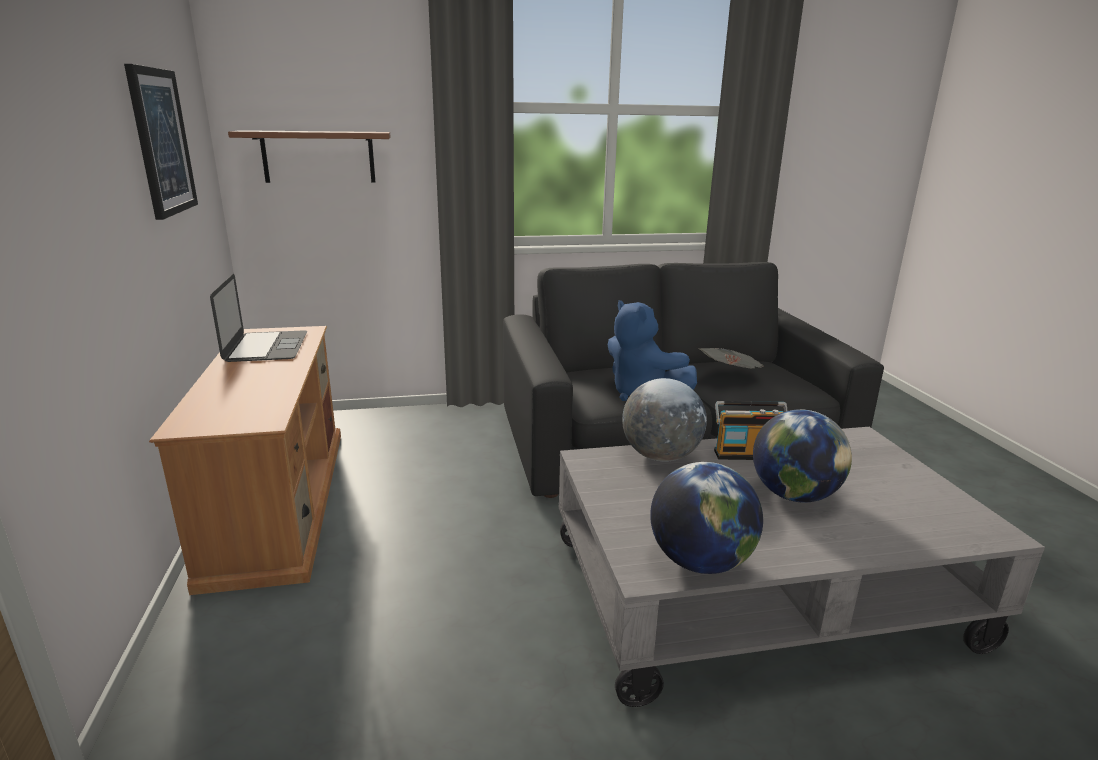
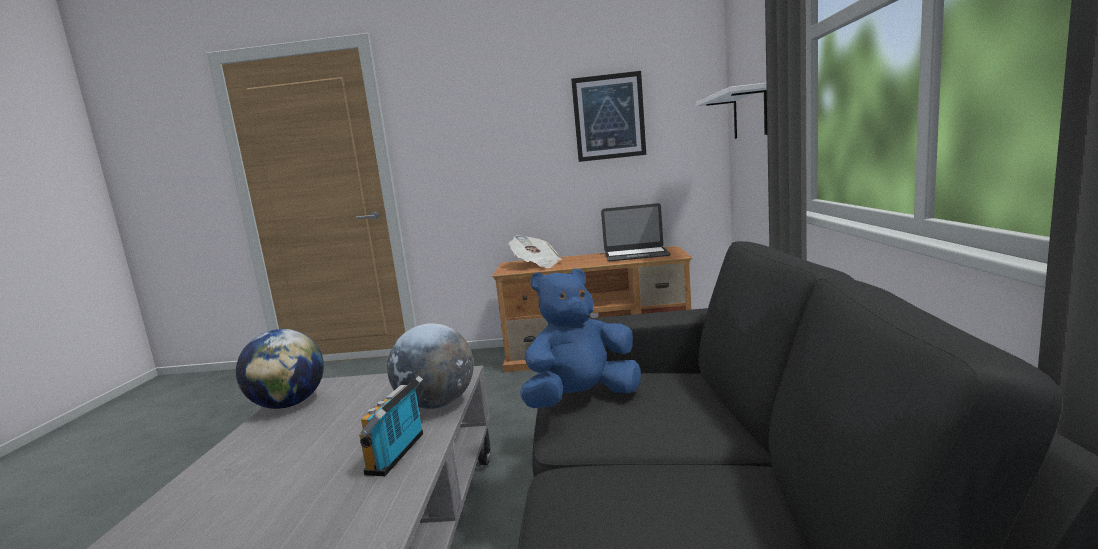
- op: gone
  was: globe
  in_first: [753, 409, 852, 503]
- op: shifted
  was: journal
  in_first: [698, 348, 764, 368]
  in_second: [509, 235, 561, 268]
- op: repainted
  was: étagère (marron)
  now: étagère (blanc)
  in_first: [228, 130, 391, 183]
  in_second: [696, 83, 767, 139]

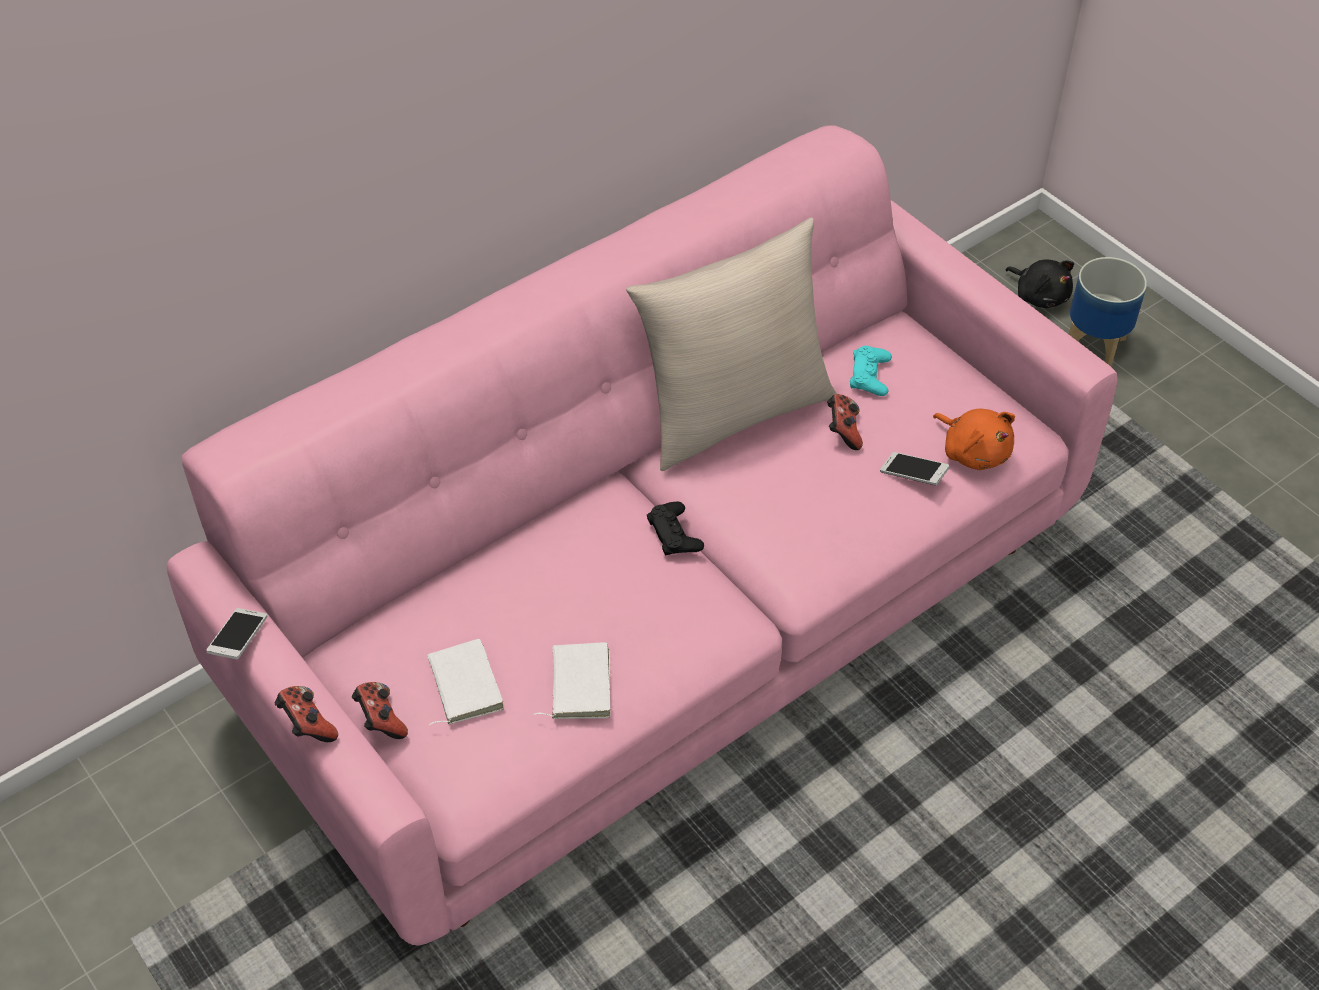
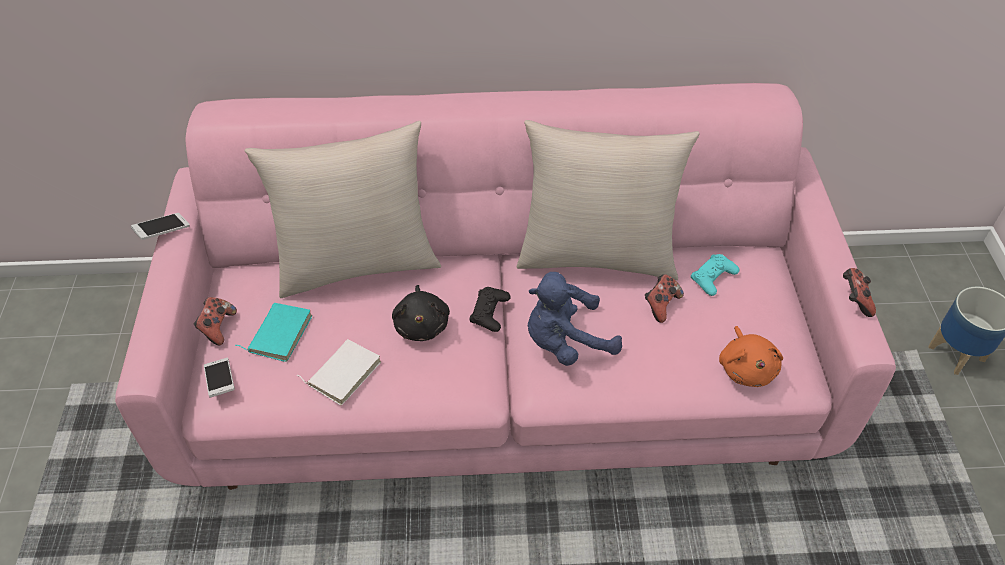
- op: new
  now: coussin (beige)
  in_second: [245, 121, 441, 298]
- op: new
  now: peluche (bleu)
  in_second: [527, 272, 622, 366]
- op: shifted
  was: manette
  in_first: [275, 686, 338, 742]
  in_second: [843, 268, 876, 317]
- op: shifted
  was: téléphone
  in_first: [880, 452, 950, 485]
  in_second: [204, 358, 235, 398]
- op: shifted
  was: peluche (noir)
  in_first: [1006, 259, 1074, 308]
  in_second: [392, 285, 450, 341]
- op: repainted
  was: livre (blanc)
  now: livre (turquoise)
  in_first: [427, 639, 504, 725]
  in_second: [235, 303, 312, 362]

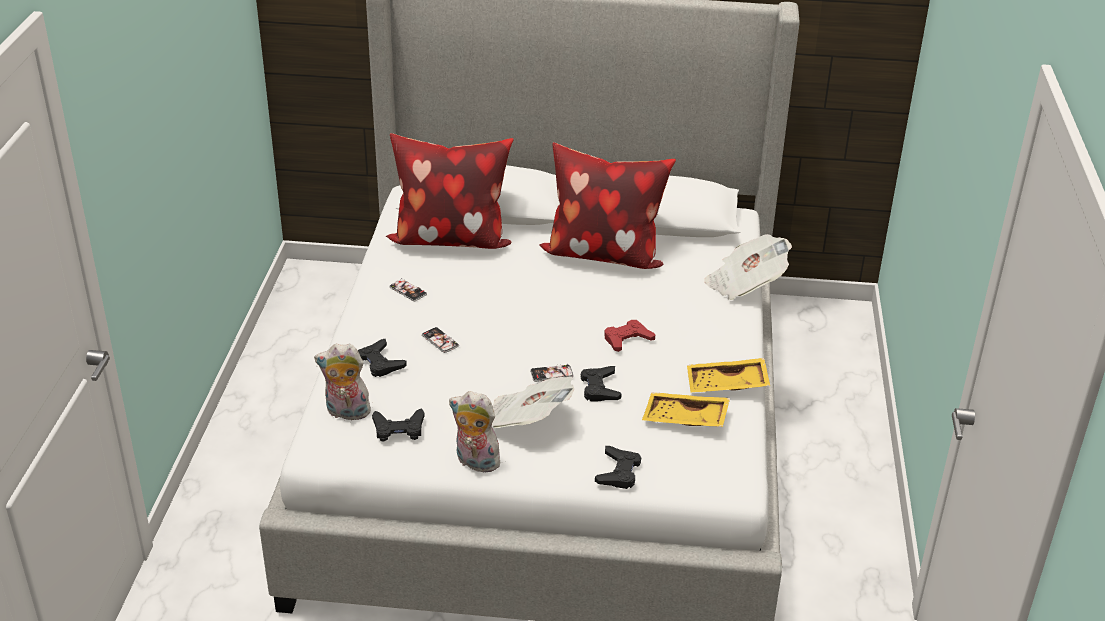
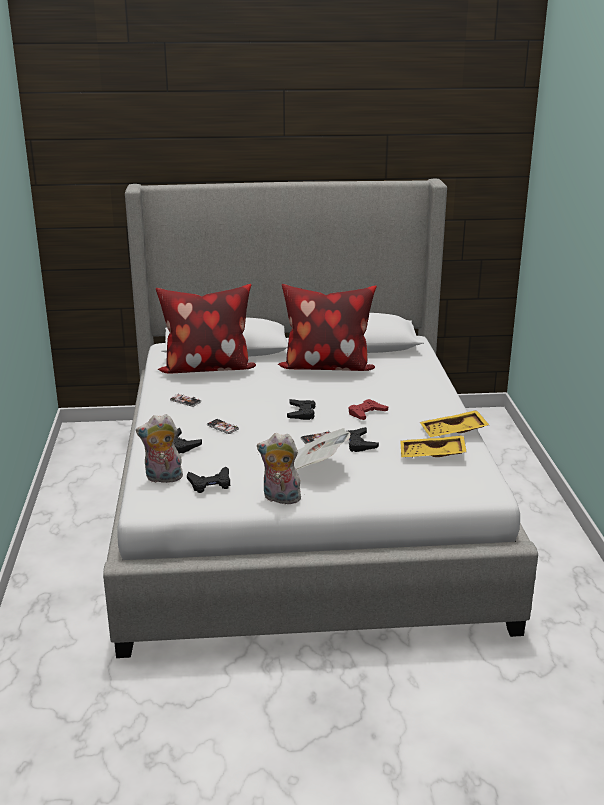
- op: gone
  was: journal
  in_first: [704, 234, 792, 300]
- op: shifted
  was: manette (noir)
  in_first: [595, 446, 641, 489]
  in_second: [287, 399, 316, 420]

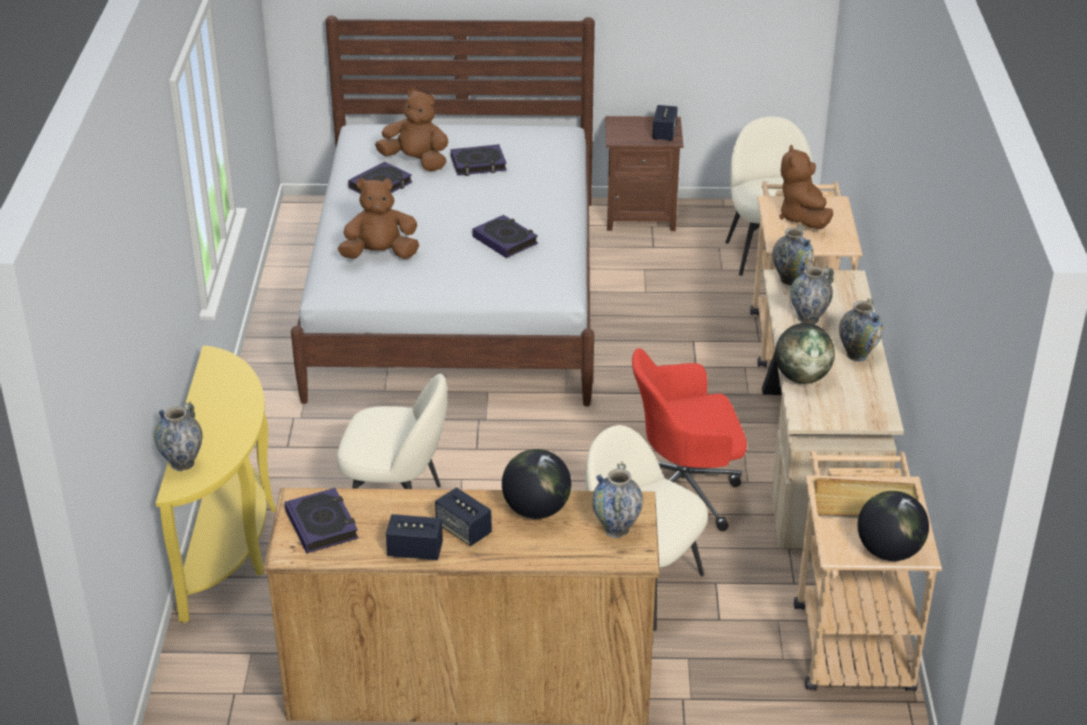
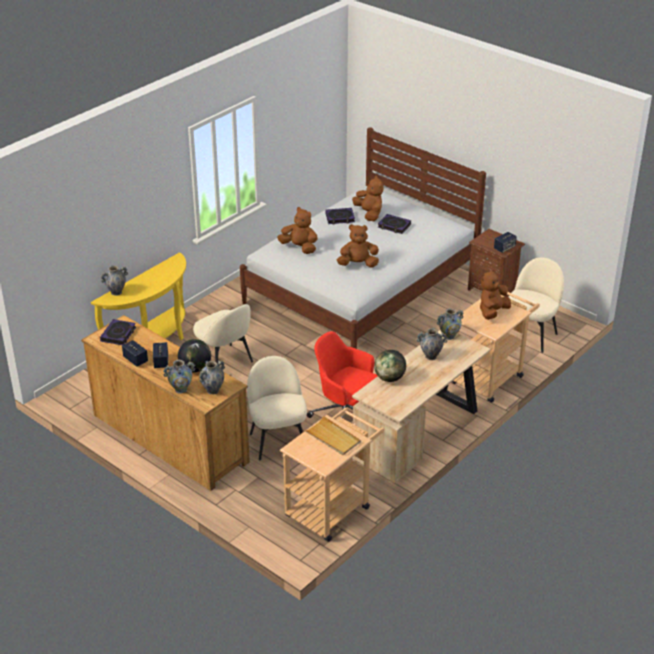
- op: gone
  was: globe
  in_first: [858, 491, 929, 561]
- op: shifted
  was: vase
  in_first: [839, 298, 883, 362]
  in_second: [163, 360, 195, 394]
- op: swapped
  was: livre
  now: peluche (marron)
  in_first: [472, 215, 538, 258]
  in_second: [337, 224, 379, 268]

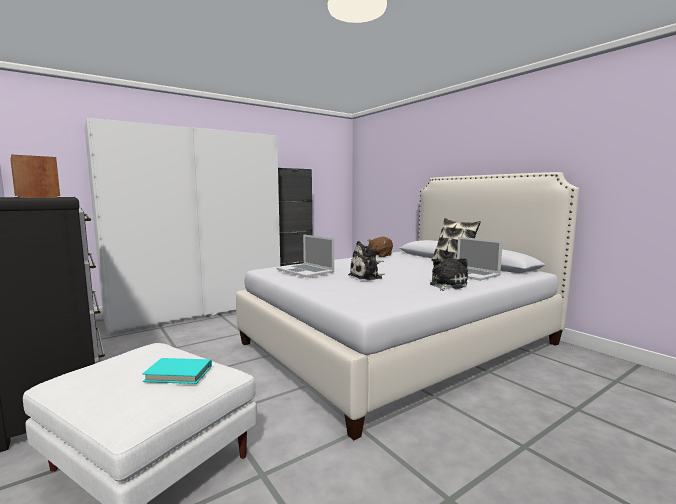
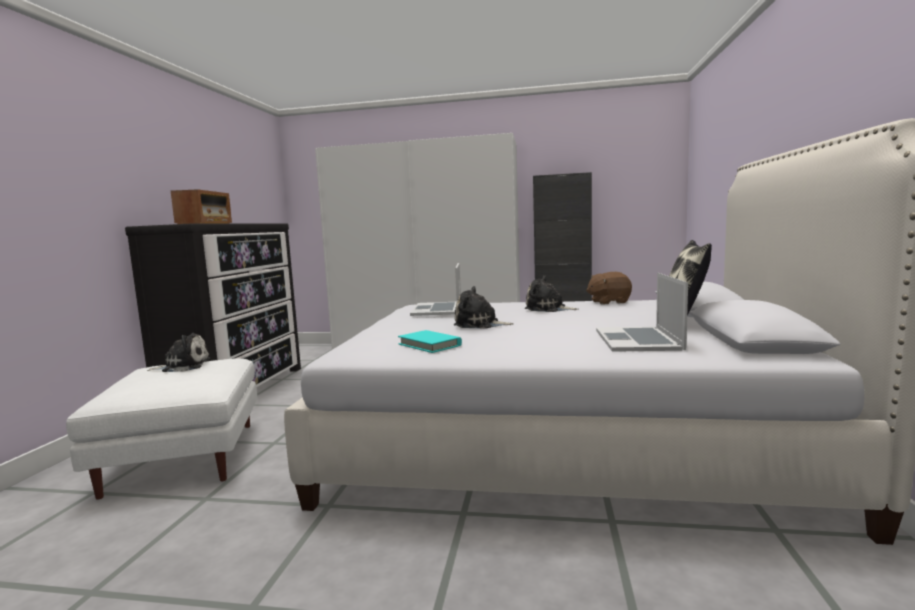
- op: shifted
  was: livre (turquoise)
  in_first: [142, 358, 212, 384]
  in_second: [398, 330, 462, 353]
- op: shifted
  was: peluche
  in_first: [430, 258, 468, 291]
  in_second: [147, 333, 210, 372]

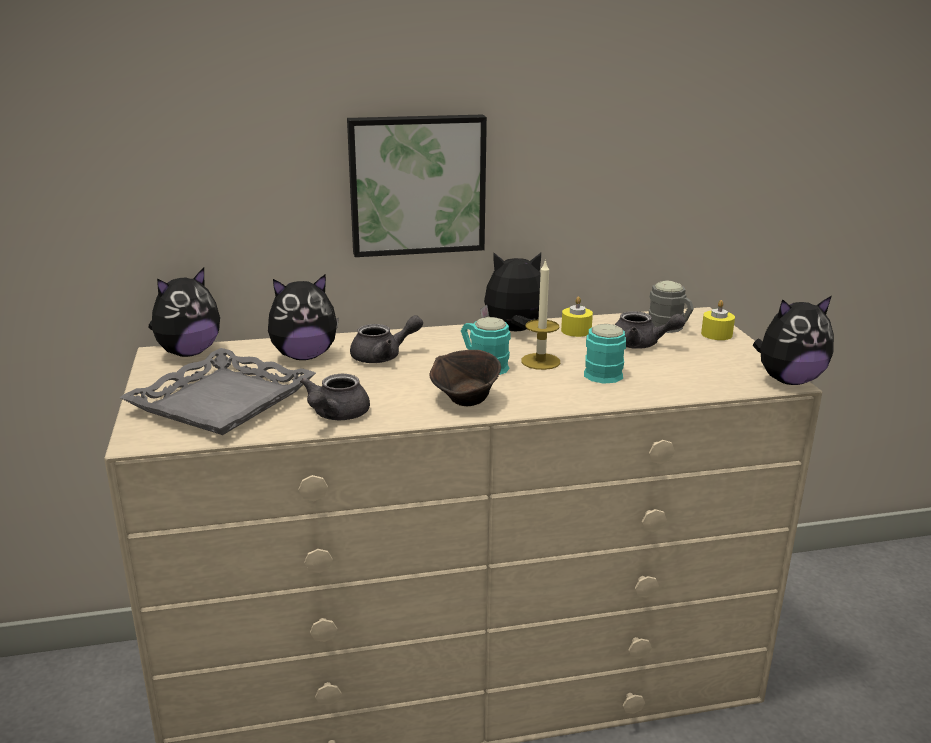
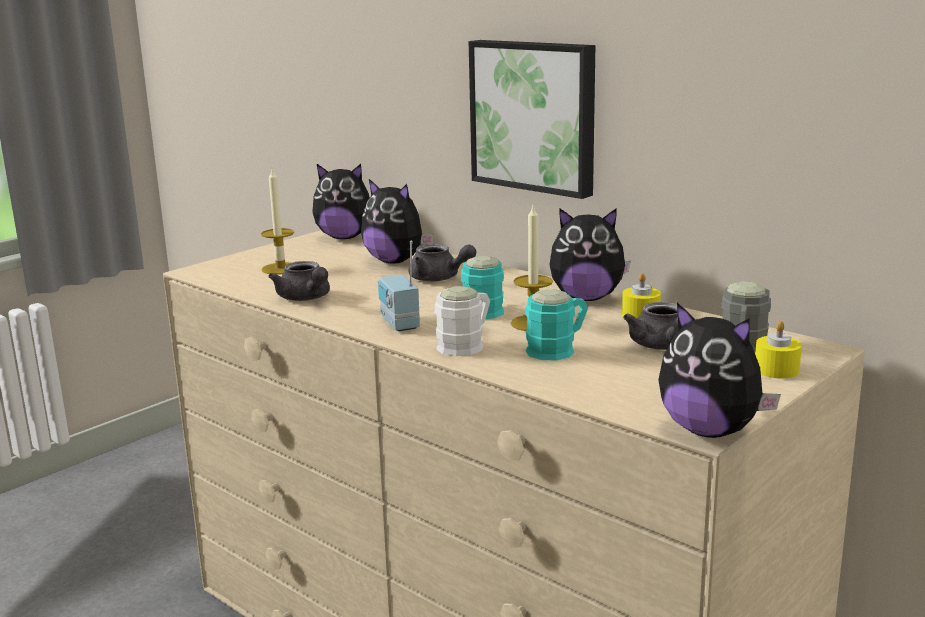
- op: new
  now: mug (blanc)
  in_second: [435, 286, 490, 356]
- op: swapped
  was: plateau (gris)
  now: bougie
  in_first: [119, 348, 316, 435]
  in_second: [261, 169, 294, 275]
- op: swapped
  was: bol (marron)
  now: radio
  in_first: [430, 350, 501, 406]
  in_second: [378, 241, 420, 331]
- op: rotated
  was: théière (gris)
  in_first: [300, 374, 370, 420]
  in_second: [268, 261, 330, 301]
  clockwise: -105
- op: rotated
  was: peluche
  in_first: [480, 252, 541, 331]
  in_second: [549, 208, 631, 301]
  clockwise: 135

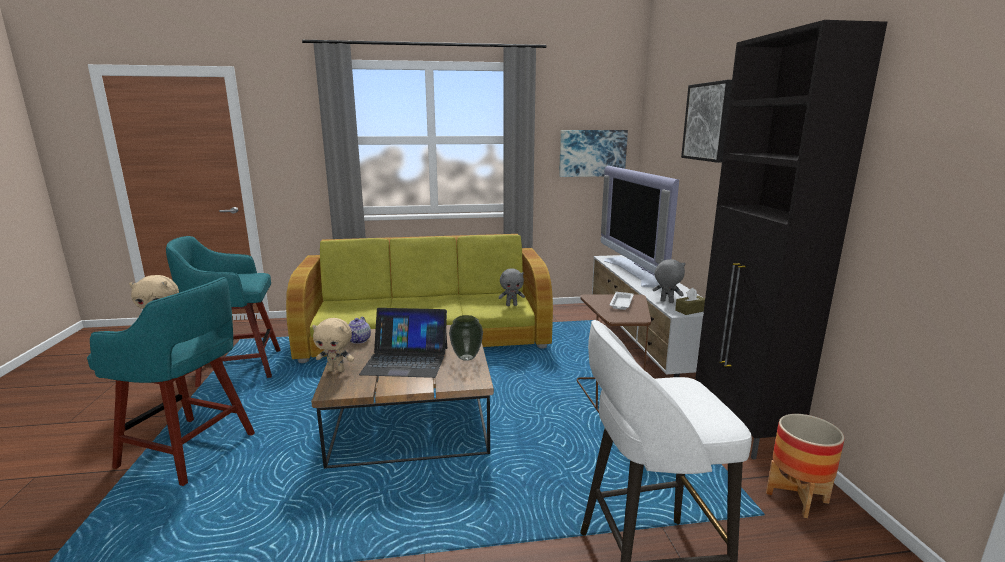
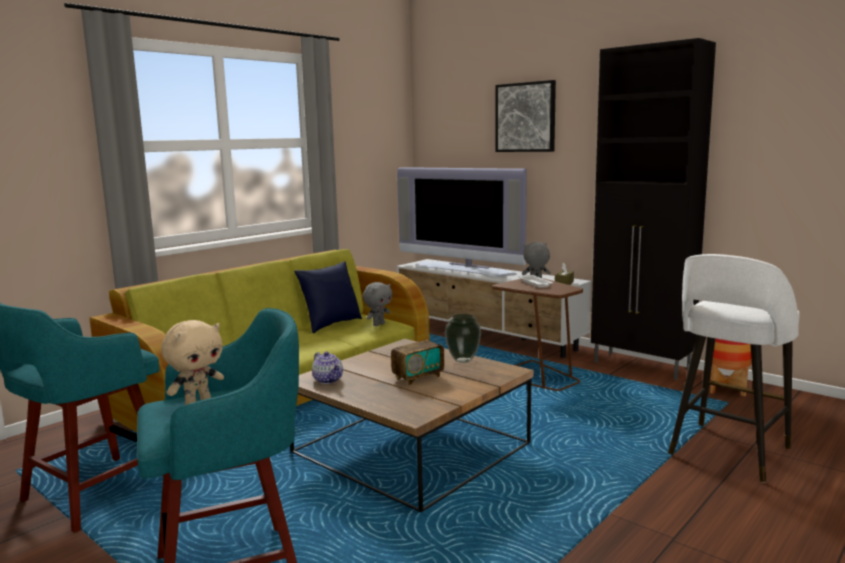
- op: gone
  was: peluche (beige)
  in_first: [312, 318, 354, 372]
- op: gone
  was: tableau
  in_first: [559, 130, 628, 177]
- op: new
  now: coussin (bleu)
  in_second: [294, 262, 362, 333]
- op: swapped
  was: ordinateur portable
  now: radio
  in_first: [359, 308, 447, 378]
  in_second: [391, 316, 444, 385]

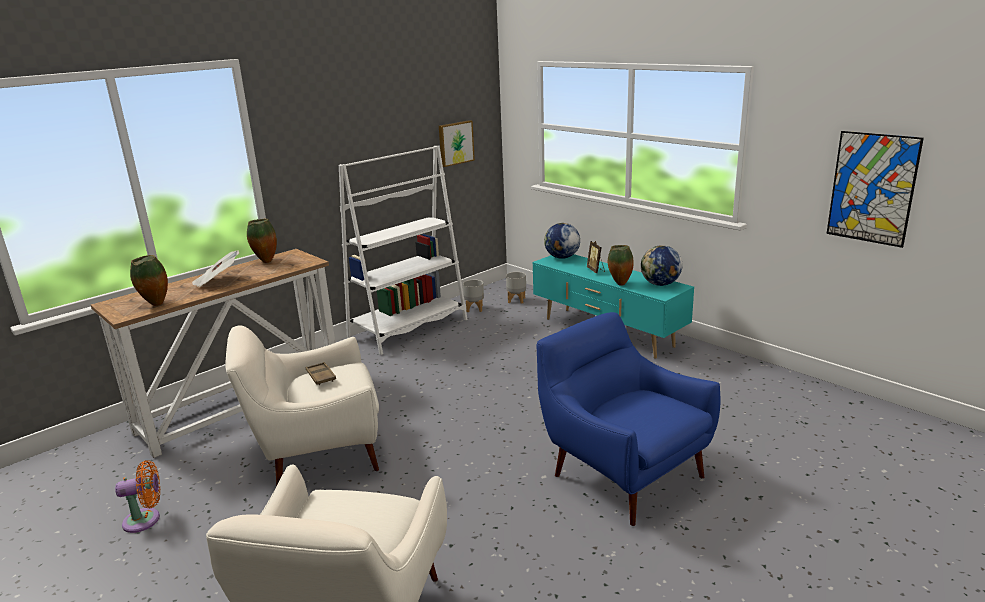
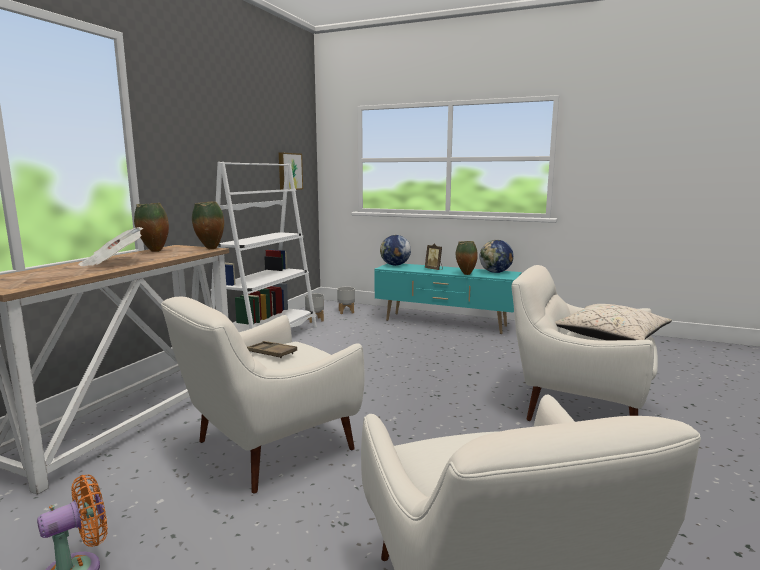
- op: gone
  was: tableau
  in_first: [827, 131, 924, 248]
- op: new
  now: coussin (beige)
  in_second: [555, 304, 672, 341]
- op: shifted
  was: vase
  in_first: [130, 255, 168, 306]
  in_second: [192, 201, 224, 249]
- op: repainted
  was: fauteuil (bleu)
  now: fauteuil (blanc)
  in_first: [536, 312, 720, 526]
  in_second: [512, 265, 658, 421]

